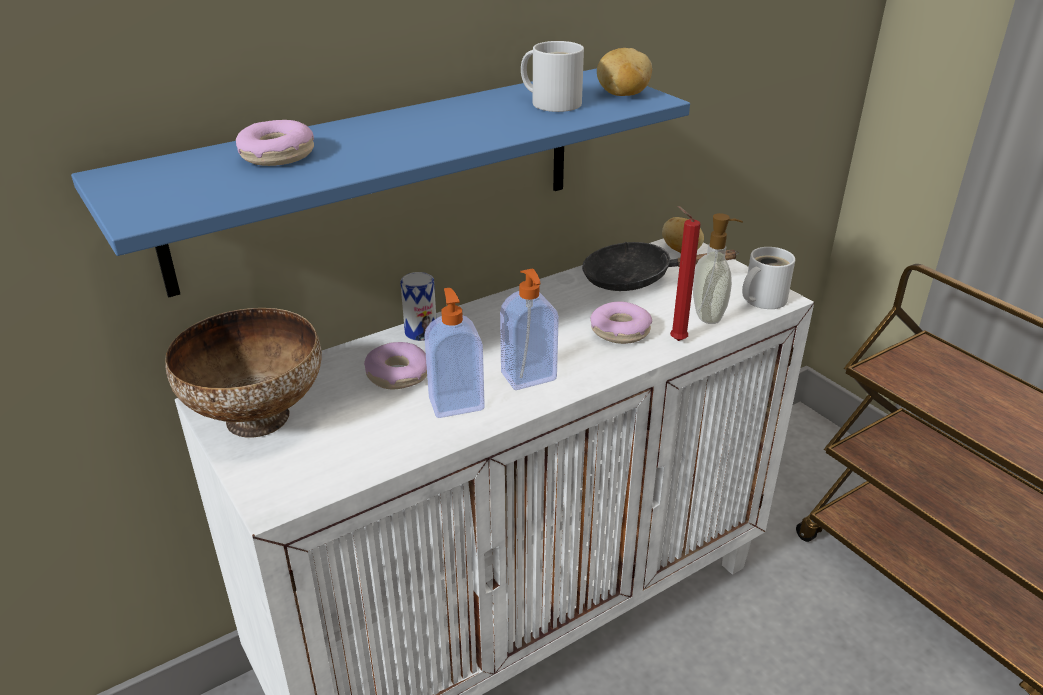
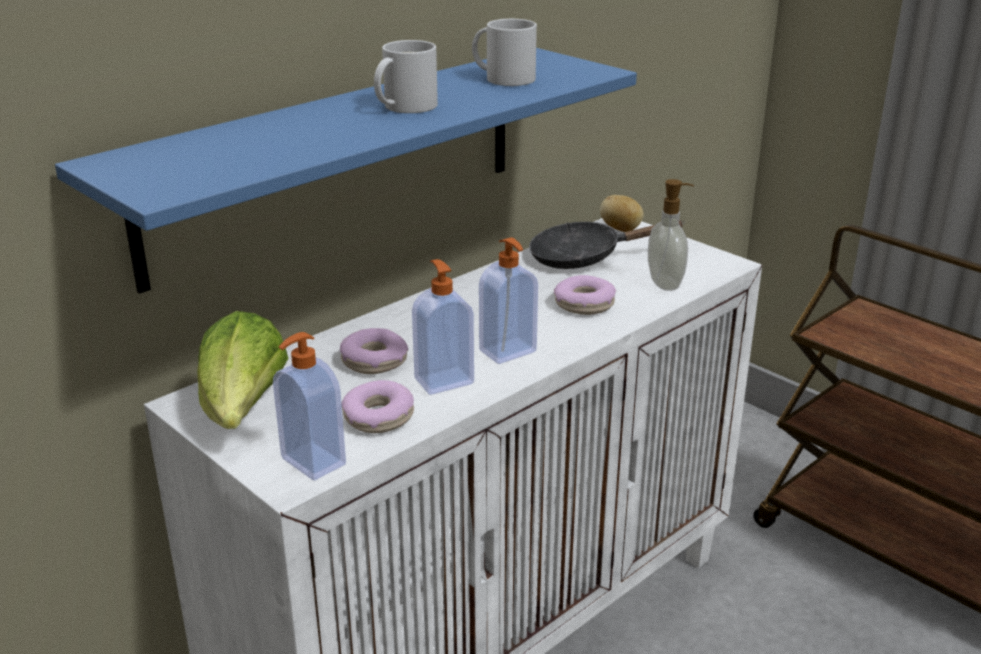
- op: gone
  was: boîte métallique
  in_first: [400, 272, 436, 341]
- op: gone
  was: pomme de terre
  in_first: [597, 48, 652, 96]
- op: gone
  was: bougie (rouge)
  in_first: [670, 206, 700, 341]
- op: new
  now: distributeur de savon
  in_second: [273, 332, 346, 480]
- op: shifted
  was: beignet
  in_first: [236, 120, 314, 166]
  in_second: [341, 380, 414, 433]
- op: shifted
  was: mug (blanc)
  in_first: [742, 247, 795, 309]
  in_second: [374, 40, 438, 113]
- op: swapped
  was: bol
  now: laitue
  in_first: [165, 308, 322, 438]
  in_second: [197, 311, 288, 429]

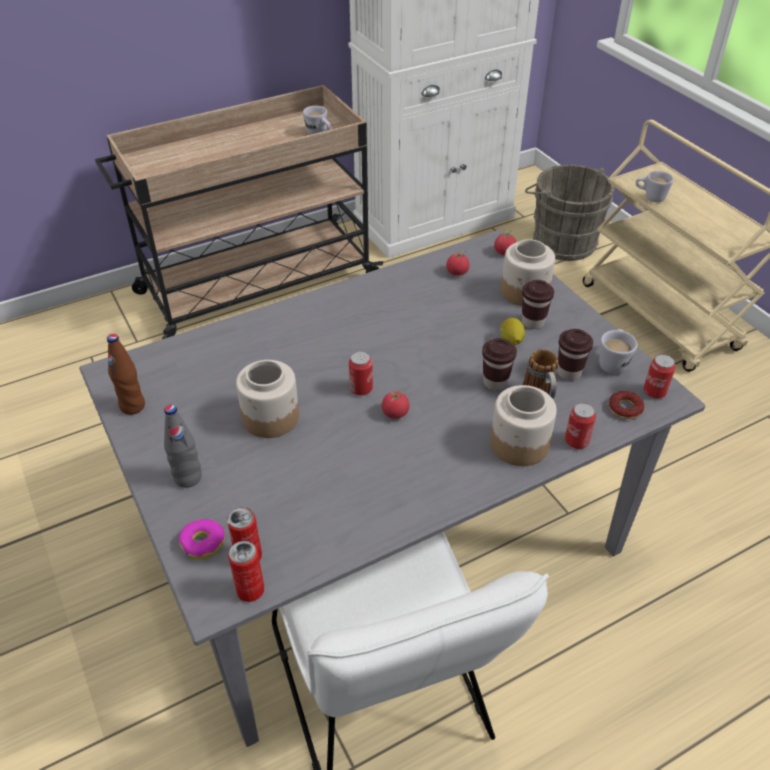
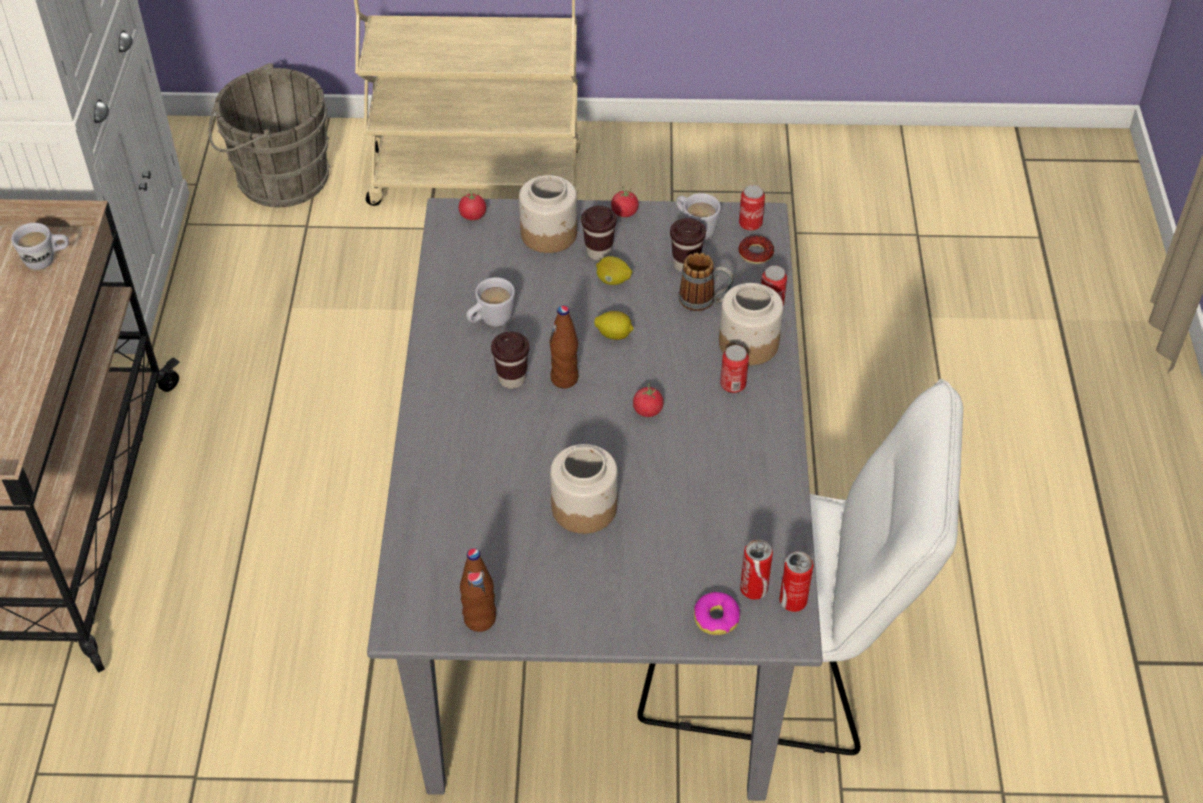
- op: gone
  was: bouteille (gris)
  in_first: [164, 405, 202, 488]
- op: new
  now: bouteille (marron)
  in_second: [550, 305, 579, 389]
- op: new
  now: citron
  in_second: [594, 311, 634, 340]
- op: shifted
  was: boîte métallique
  in_first: [349, 351, 373, 396]
  in_second: [720, 345, 749, 393]
- op: shifted
  was: tomate
  in_first: [446, 251, 469, 276]
  in_second: [611, 186, 639, 217]
- op: shifted
  was: tasse (marron)
  in_first: [482, 338, 517, 391]
  in_second: [491, 332, 529, 389]
- op: shifted
  was: mug (blanc)
  in_first: [636, 171, 674, 202]
  in_second: [466, 277, 515, 327]

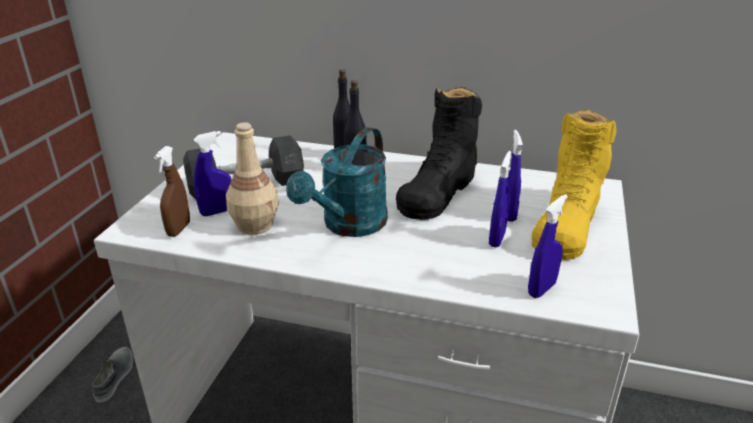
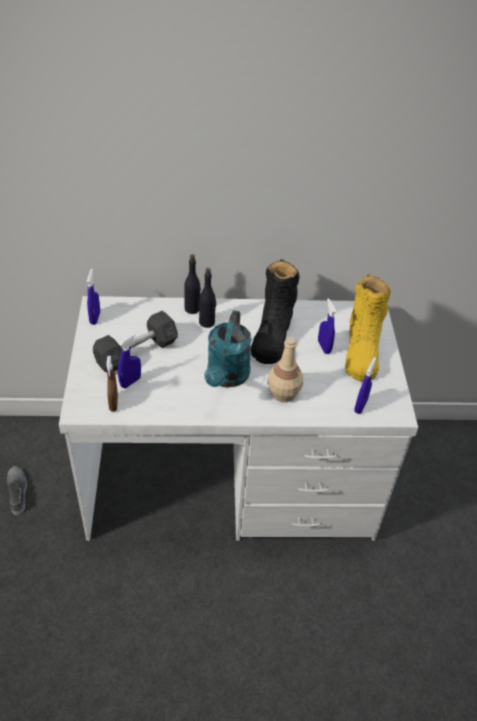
- op: shifted
  was: bouteille (beige)
  in_first: [226, 122, 279, 235]
  in_second: [267, 337, 303, 402]
- op: shifted
  was: vaporisateur (bleu)
  in_first: [489, 151, 512, 247]
  in_second: [87, 269, 100, 325]

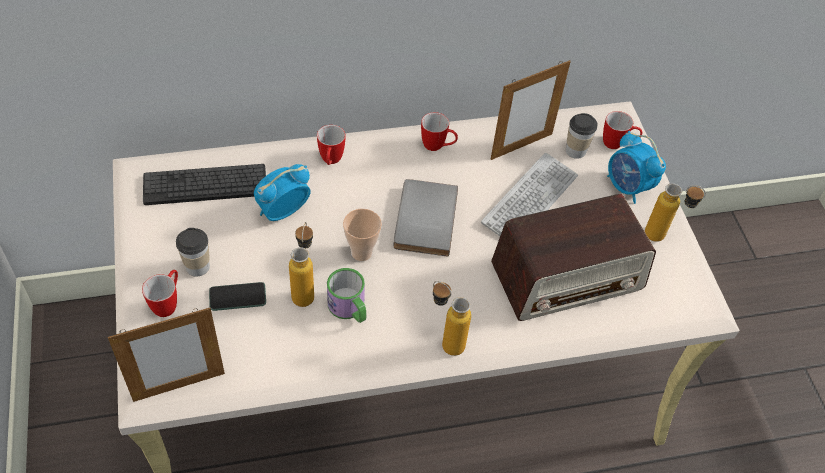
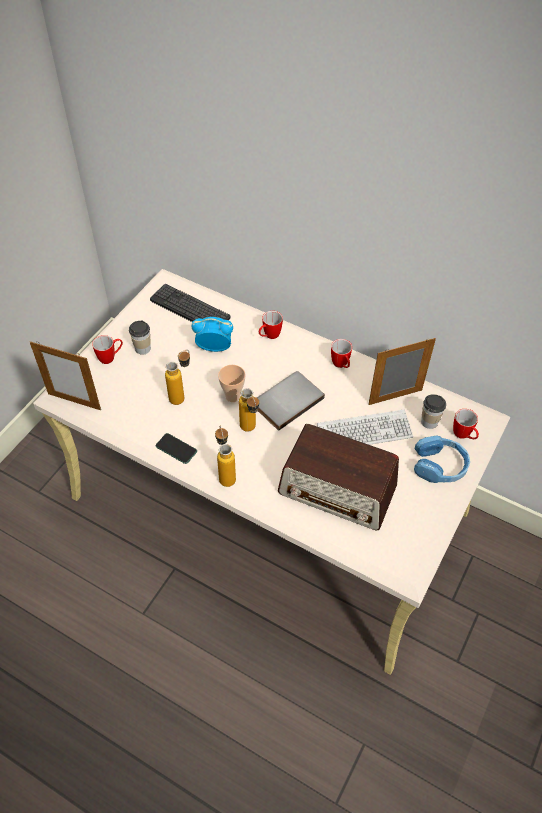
- op: gone
  was: mug
  in_first: [327, 268, 366, 323]
- op: shifted
  was: téléphone
  in_first: [209, 282, 266, 311]
  in_second: [155, 433, 197, 464]
- op: shifted
  was: bouteille
  in_first: [645, 183, 706, 242]
  in_second: [239, 388, 259, 432]
- op: swapped
  was: réveil
  now: casque audio (bleu)
  in_first: [607, 131, 666, 204]
  in_second: [414, 436, 470, 483]
- op: rotated
  was: cadre photo
  in_first: [491, 60, 571, 160]
  in_second: [368, 338, 436, 405]
  clockwise: 150

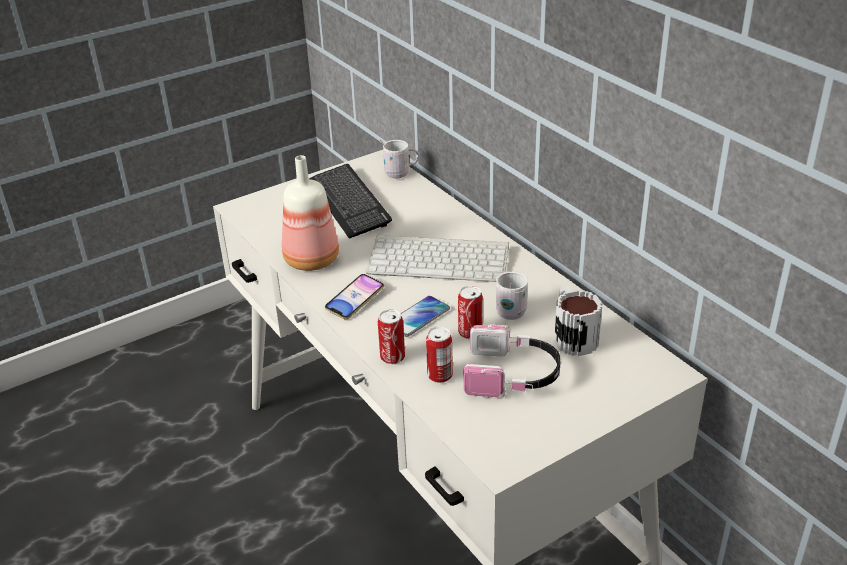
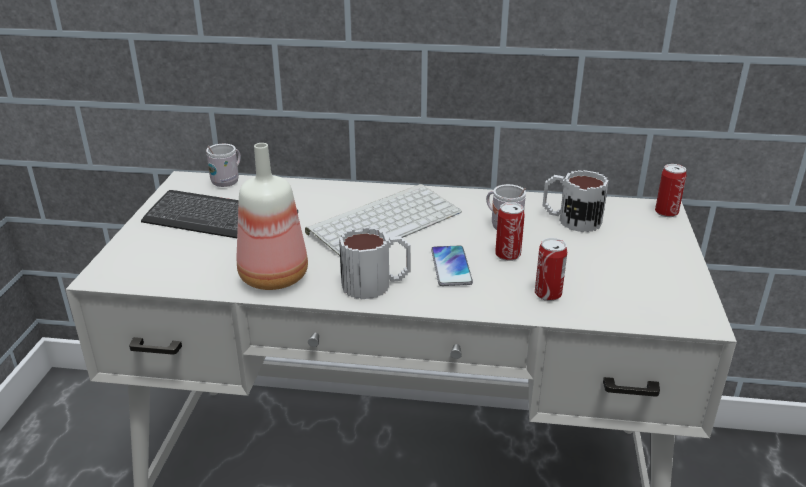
- op: gone
  was: casque audio
  in_first: [463, 324, 561, 398]
- op: shifted
  was: boîte métallique
  in_first: [378, 309, 405, 364]
  in_second: [655, 164, 687, 217]
- op: swapped
  was: téléphone
  now: mug
  in_first: [325, 274, 384, 320]
  in_second: [339, 227, 411, 300]

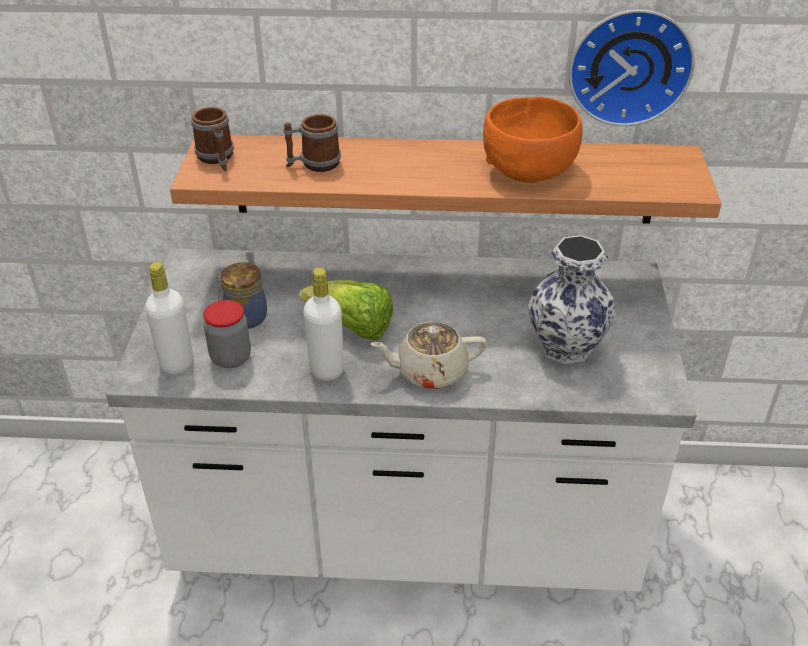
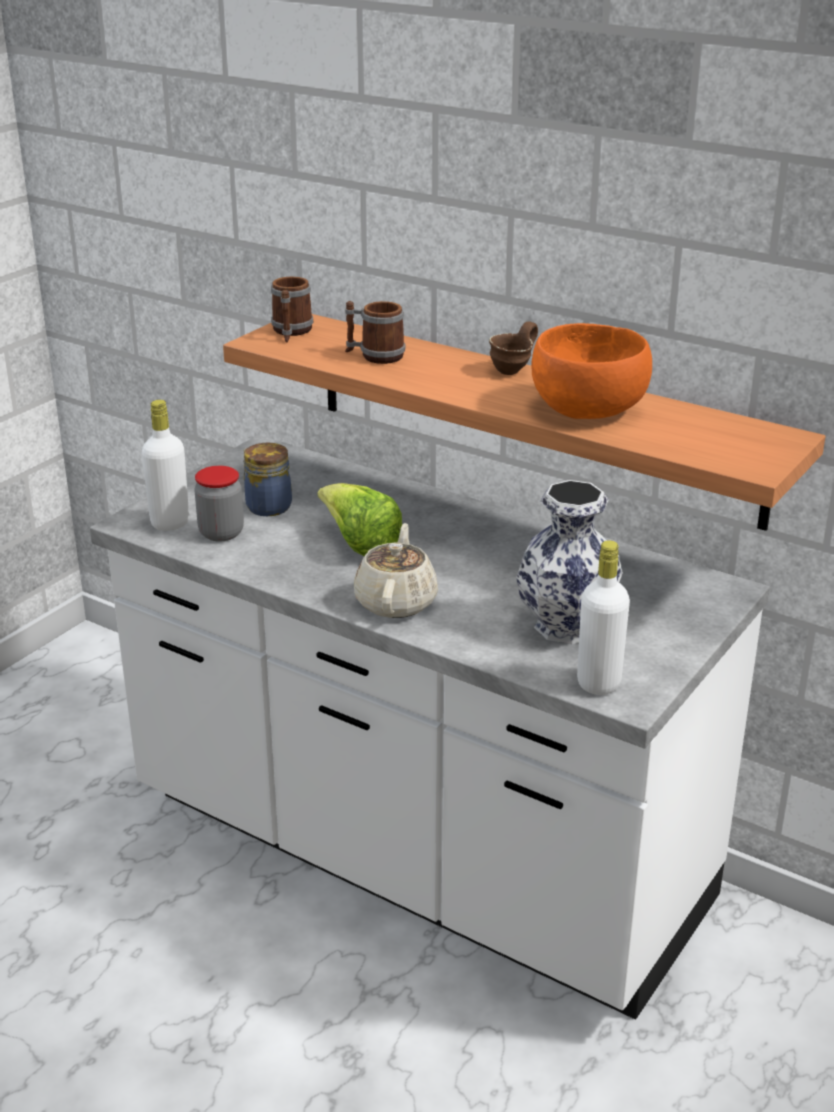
- op: gone
  was: horloge murale
  in_first: [569, 9, 695, 126]
- op: new
  now: mug (marron)
  in_second: [489, 321, 538, 375]
- op: shifted
  was: bouteille (blanc)
  in_first: [303, 267, 344, 381]
  in_second: [577, 540, 630, 695]
- op: rotated
  was: théière (beige)
  in_first: [370, 322, 487, 389]
  in_second: [354, 523, 438, 618]
  clockwise: 75

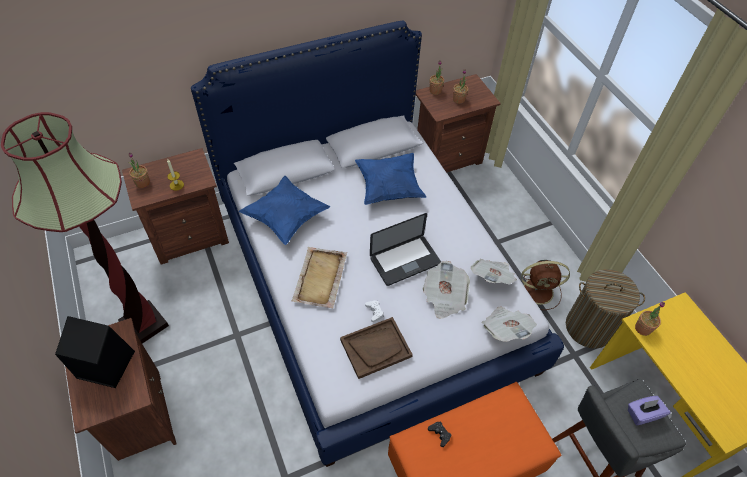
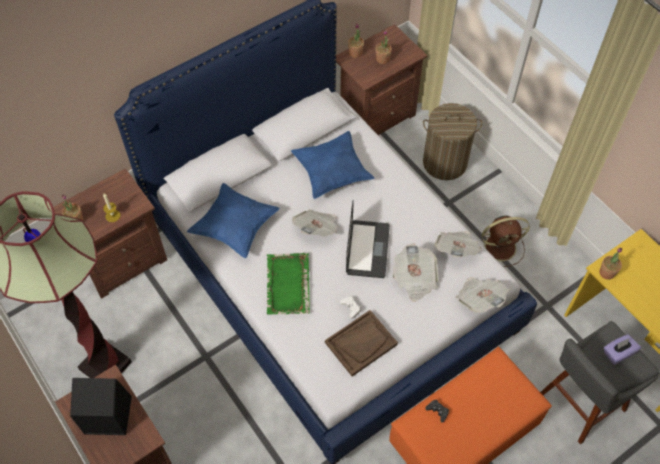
- op: new
  now: journal
  in_second: [292, 210, 338, 237]
- op: shifted
  was: panier à linge
  in_first: [566, 269, 645, 349]
  in_second: [423, 103, 482, 180]
- op: repainted
  was: plateau (beige)
  now: plateau (vert)
  in_first: [292, 247, 347, 308]
  in_second: [267, 253, 310, 315]
- op: rotated
  was: ordinateur portable
  in_first: [370, 213, 441, 286]
  in_second: [346, 200, 390, 278]
  clockwise: -45

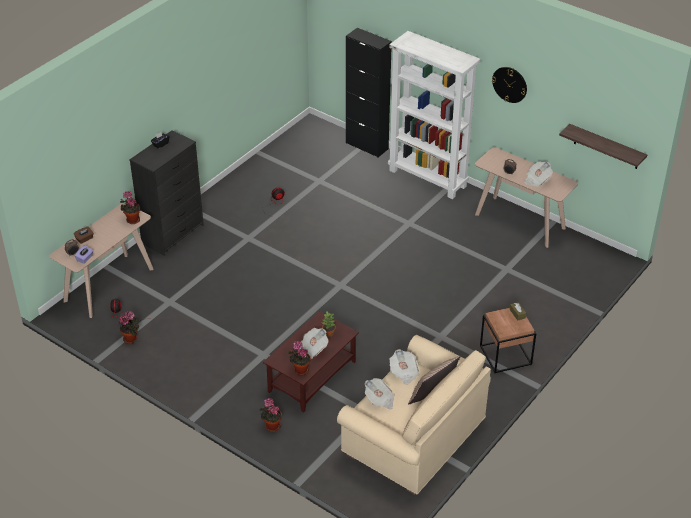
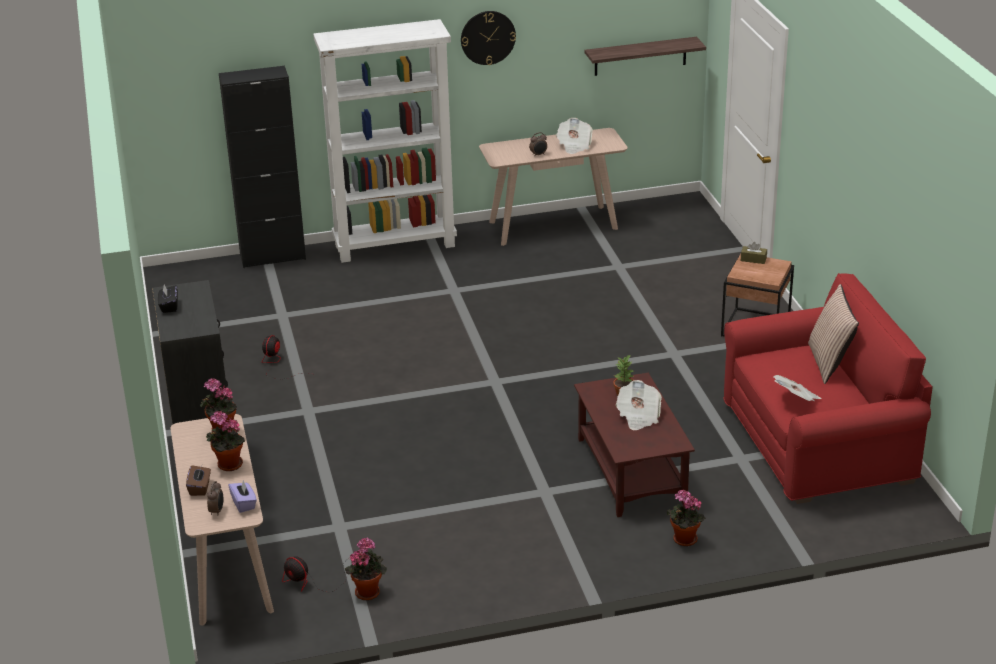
- op: gone
  was: journal
  in_first: [389, 349, 420, 385]
- op: shifted
  was: plante en pot
  in_first: [288, 341, 311, 375]
  in_second: [206, 411, 245, 471]
- op: repainted
  was: canapé (beige)
  now: canapé (rouge)
  in_first: [337, 335, 491, 495]
  in_second: [723, 273, 933, 504]

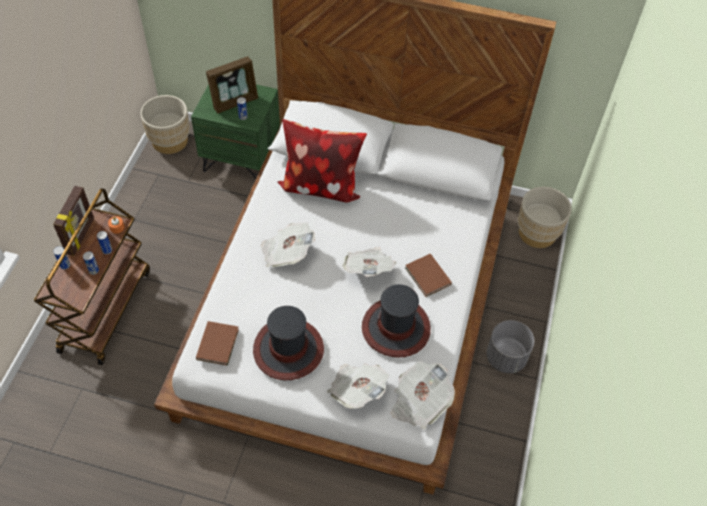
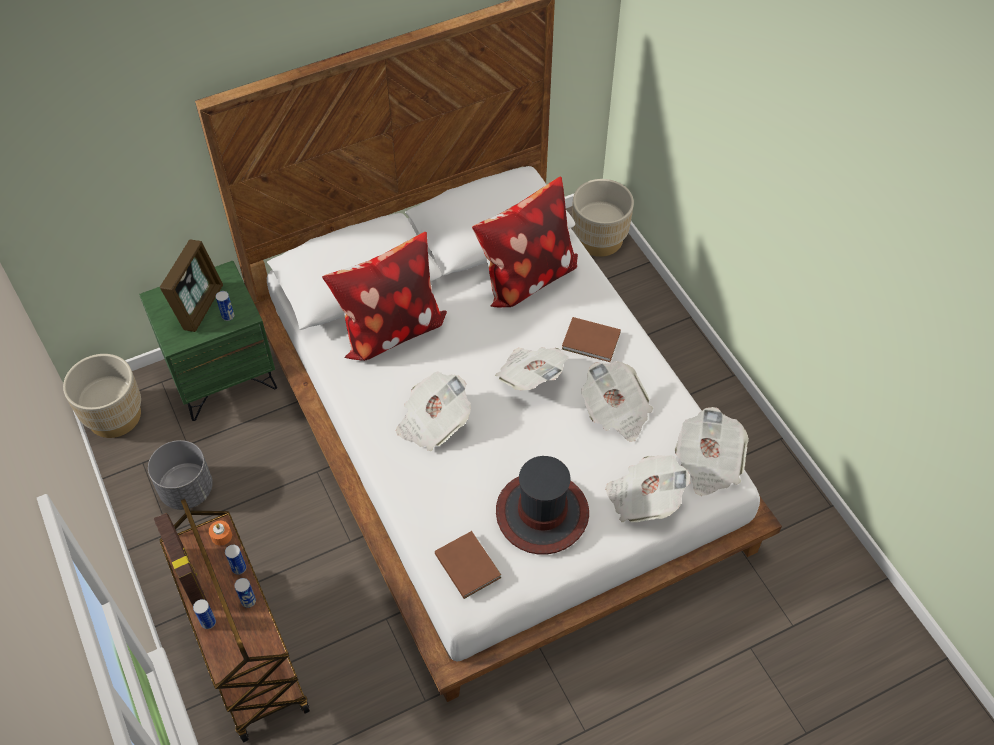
- op: new
  now: coussin
  in_second: [472, 176, 578, 307]
- op: shifted
  was: cache-pot (gris)
  in_first: [487, 320, 534, 373]
  in_second: [148, 440, 213, 510]
- op: swapped
  was: chapeau
  now: journal
  in_first: [362, 284, 431, 358]
  in_second: [581, 361, 653, 442]

